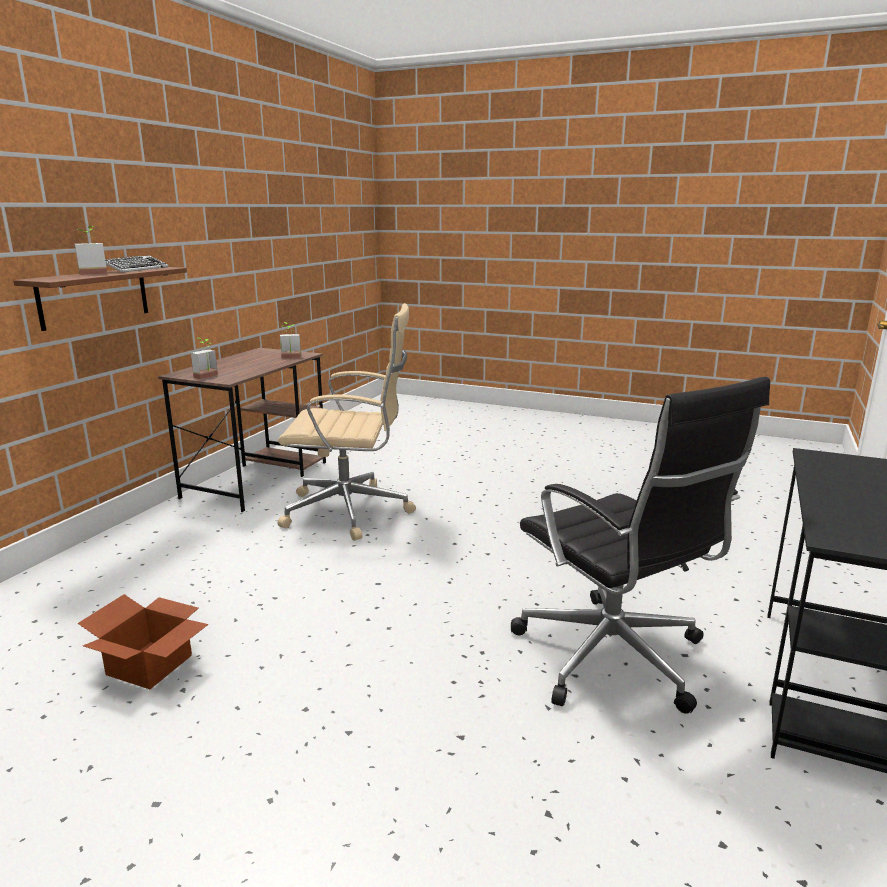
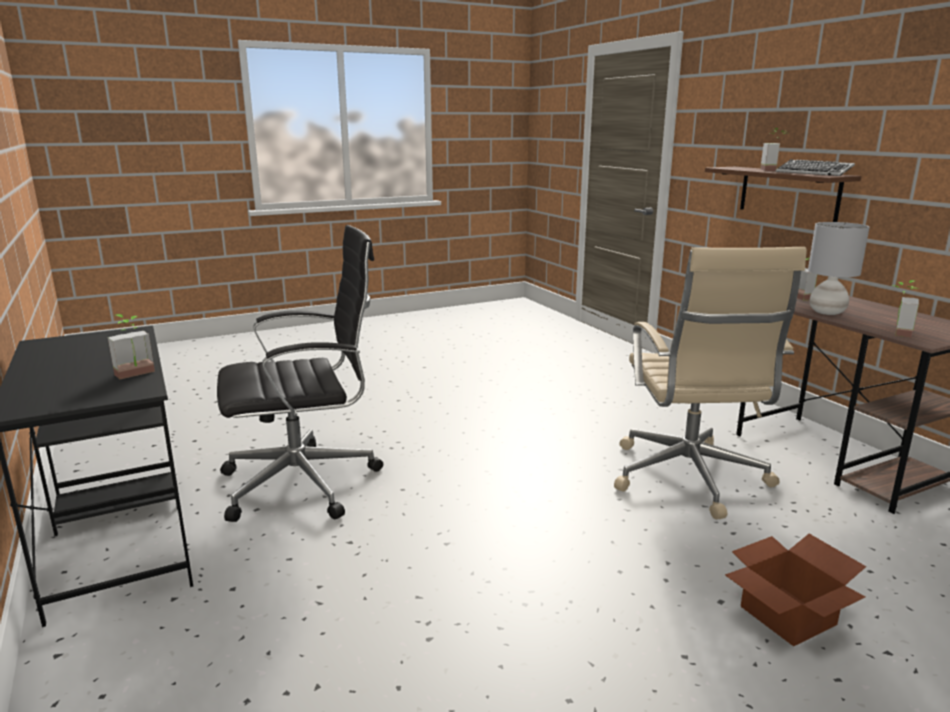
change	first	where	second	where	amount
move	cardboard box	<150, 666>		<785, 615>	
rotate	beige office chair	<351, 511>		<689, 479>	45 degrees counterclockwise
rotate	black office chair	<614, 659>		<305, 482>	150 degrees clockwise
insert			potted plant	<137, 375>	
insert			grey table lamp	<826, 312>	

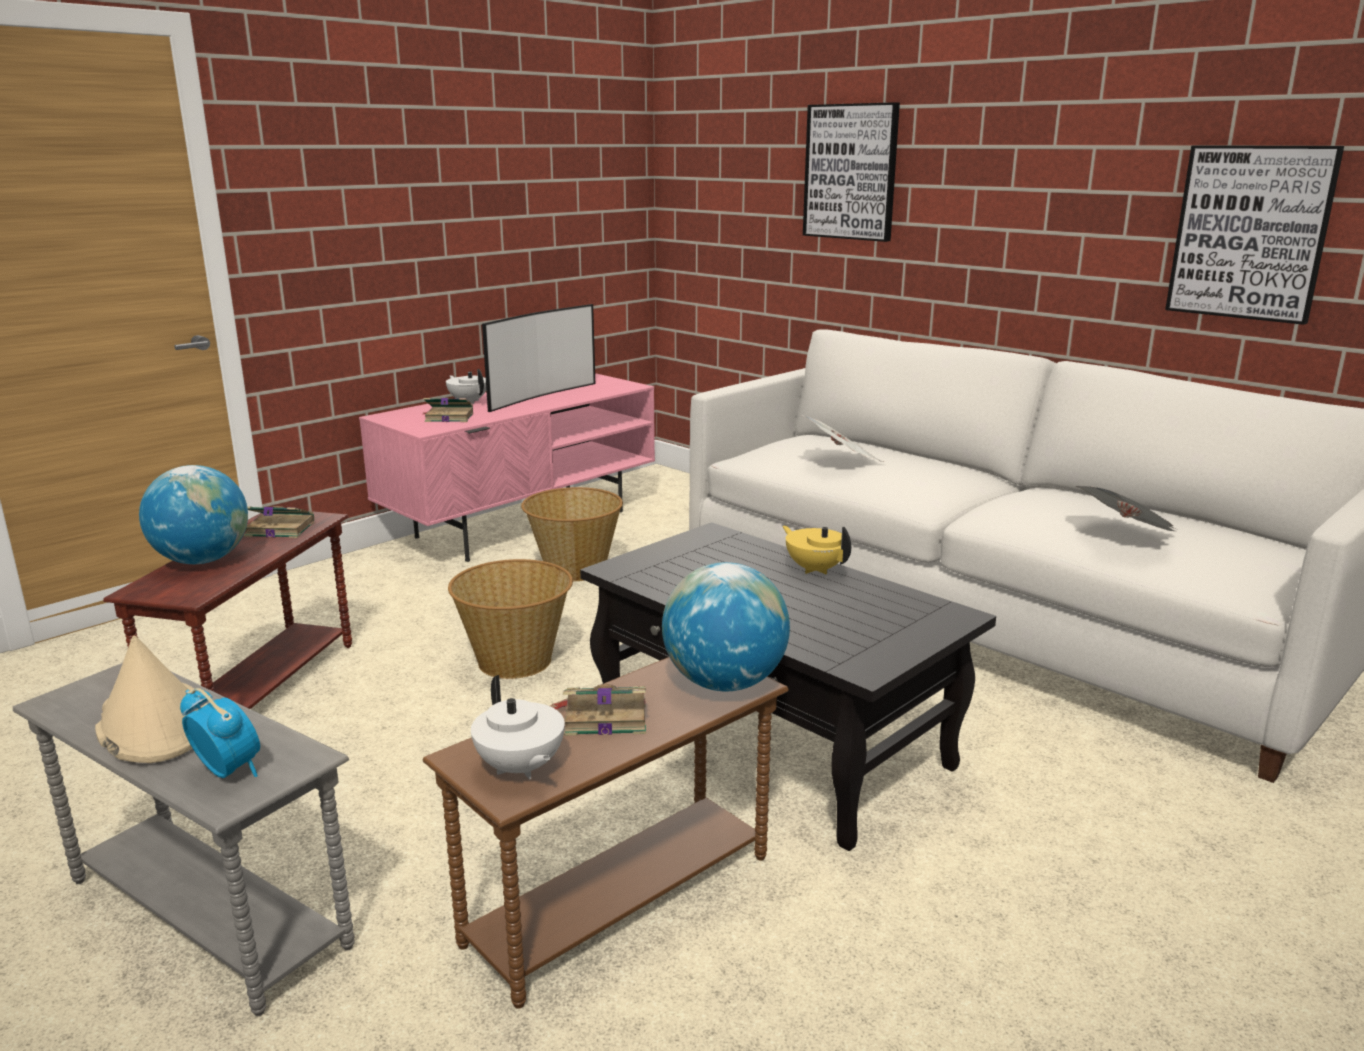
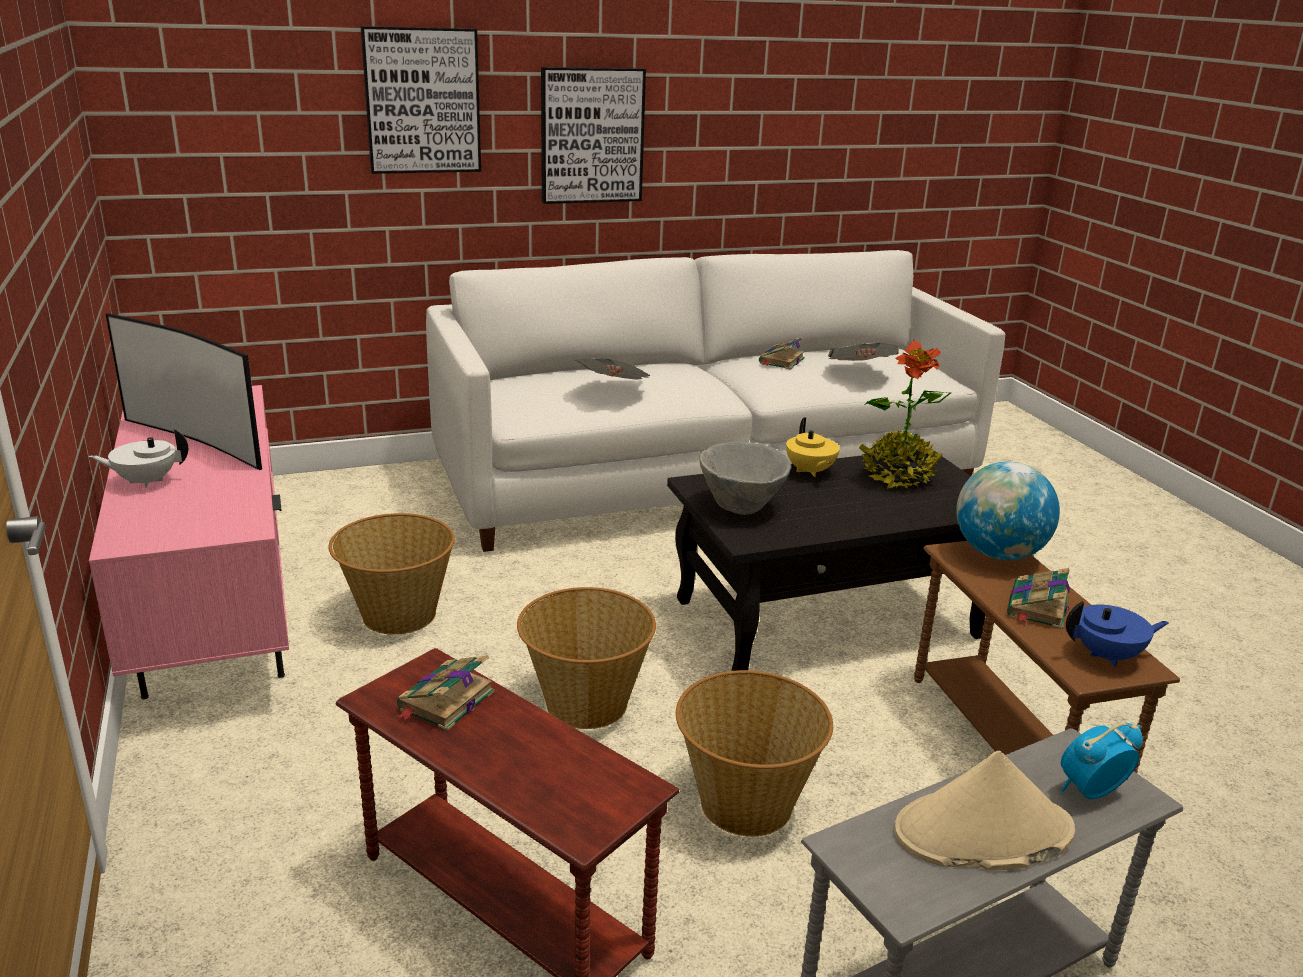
change	first	where	second	where	amount
delete	globe	<202, 560>			
move	book	<448, 417>		<781, 361>	
recolor	white teapot	<520, 768>	blue teapot	<1108, 656>	
rotate	television	<540, 396>		<197, 441>	150 degrees clockwise
rotate	yellow teapot	<815, 569>		<809, 471>	90 degrees counterclockwise
move	picture	<1250, 233>		<591, 135>	
insert			basket	<746, 802>	
insert			grey bowl	<741, 507>	
insert			potted plant	<897, 476>	

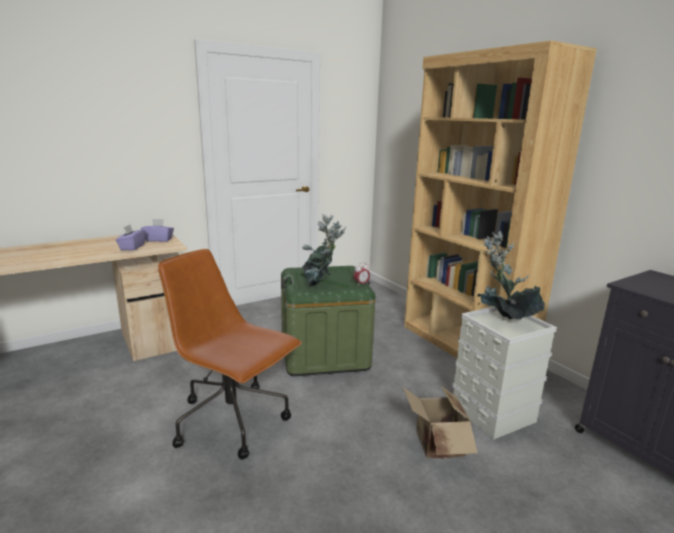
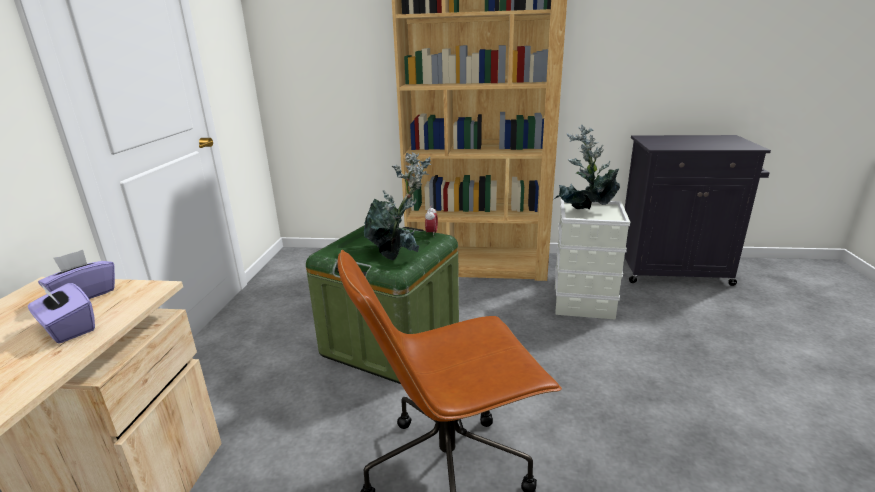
change	first	where	second	where	amount
delete	cardboard box	<436, 446>			

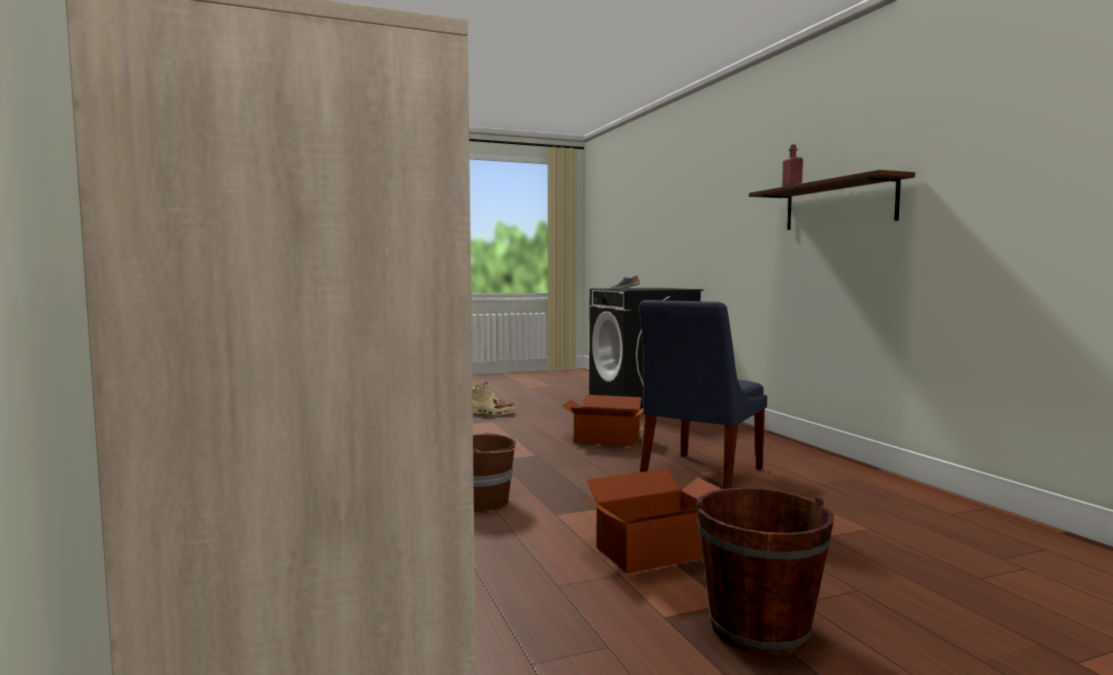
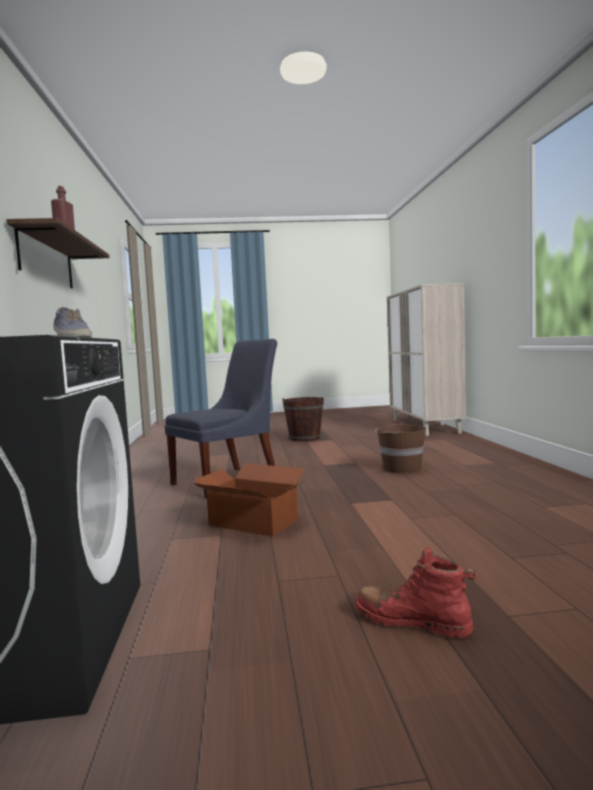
change	first	where	second	where	amount
recolor	beige boot	<492, 413>	red boot	<412, 622>	
delete	cardboard box	<656, 552>			

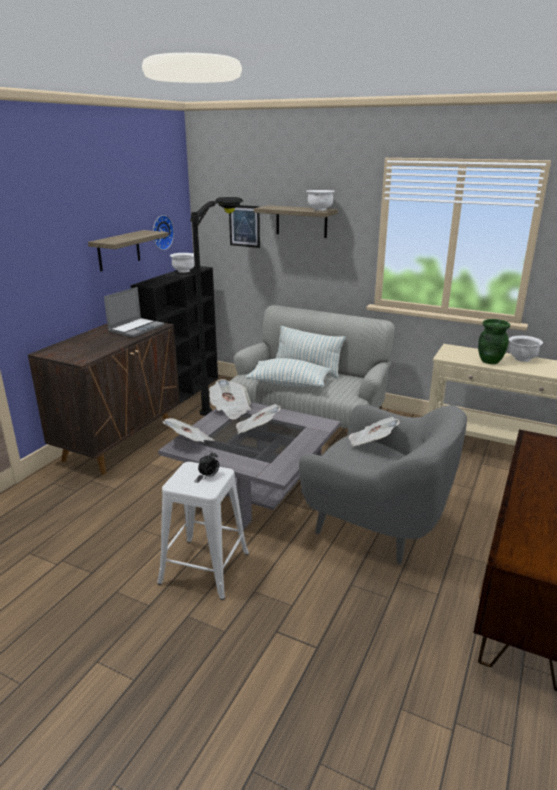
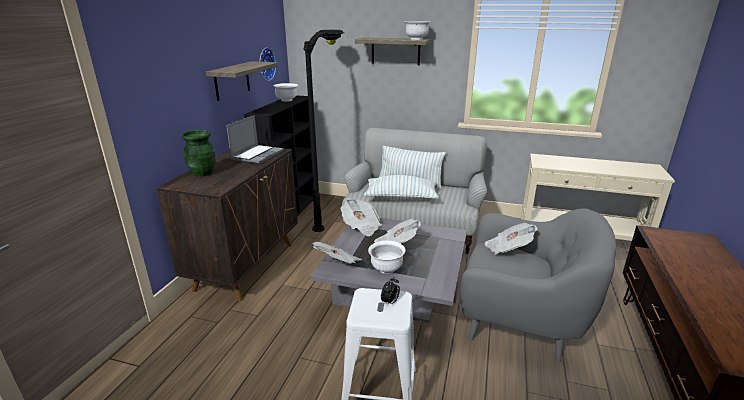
change	first	where	second	where	amount
delete	picture	<244, 226>			
move	green vase	<489, 361>		<203, 173>	
move	white bowl	<522, 359>		<386, 269>	

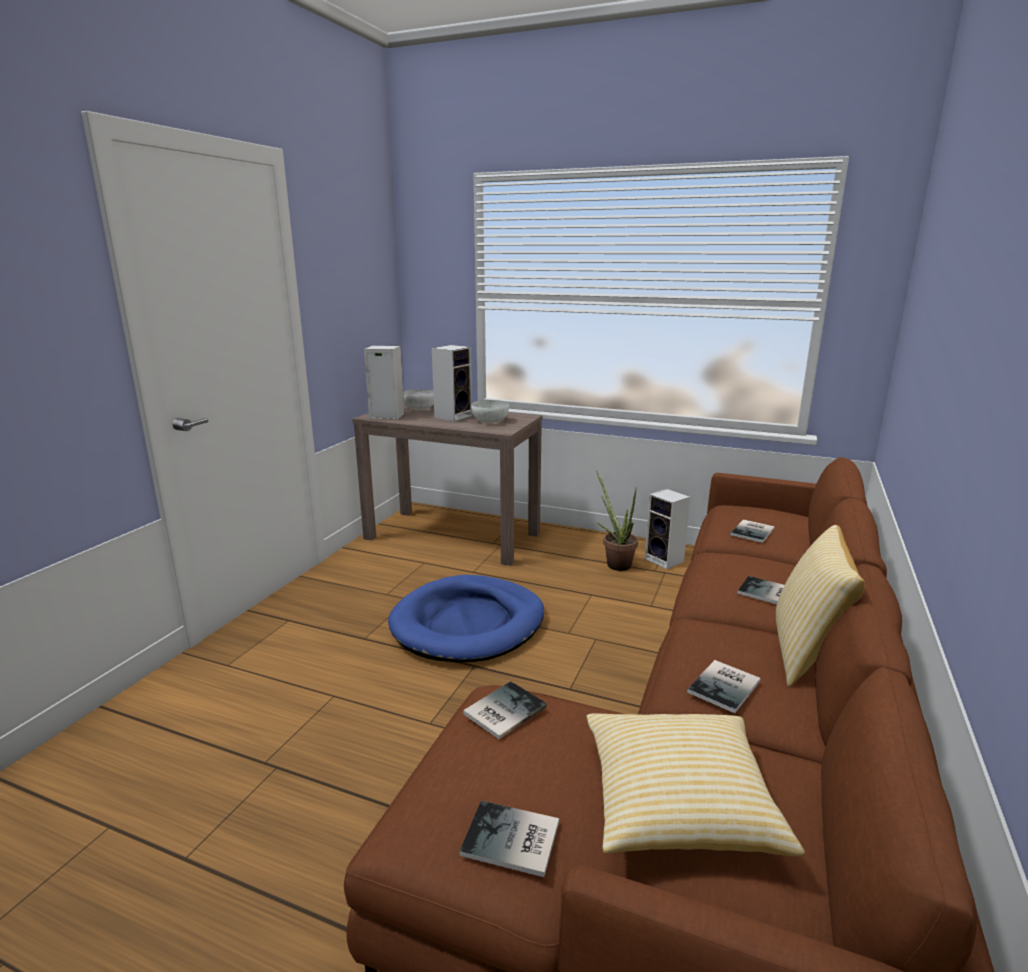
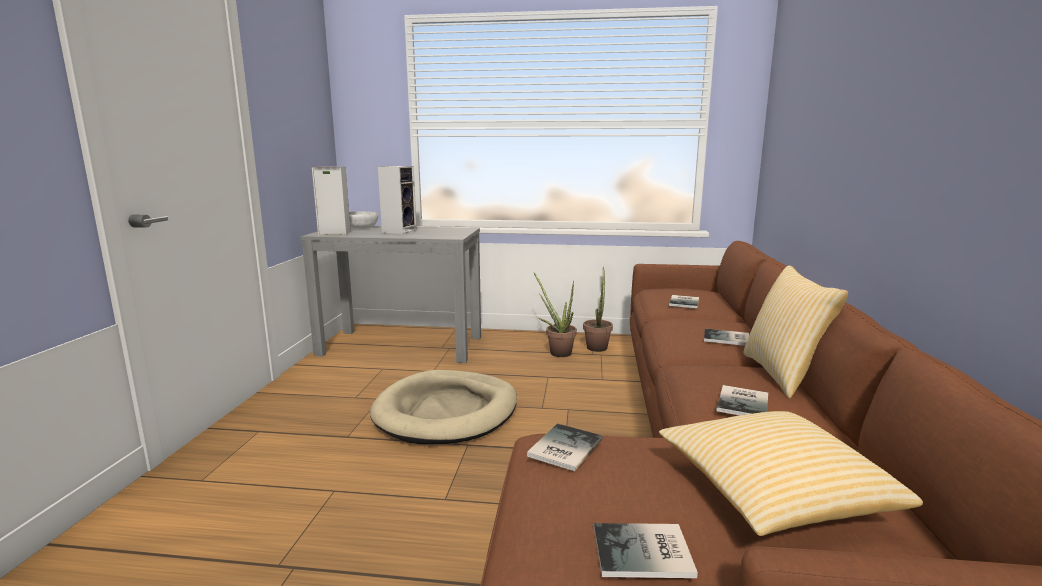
change	first	where	second	where	amount
recolor	brown console table	<453, 536>	grey console table	<402, 346>	
recolor	blue dog bed	<468, 624>	beige dog bed	<447, 412>	
delete	white bowl	<490, 420>			
replace	speaker	<665, 560>	potted plant	<597, 346>	

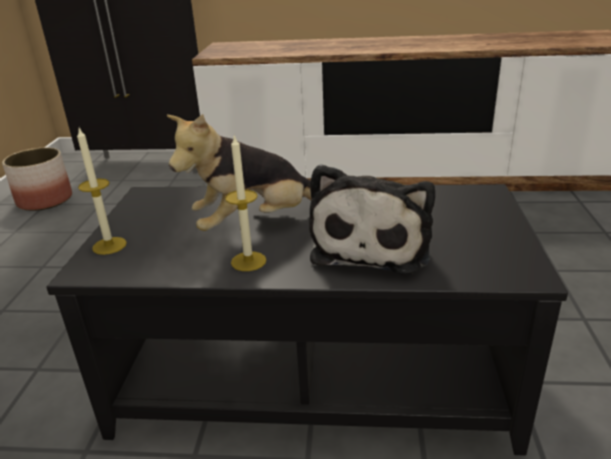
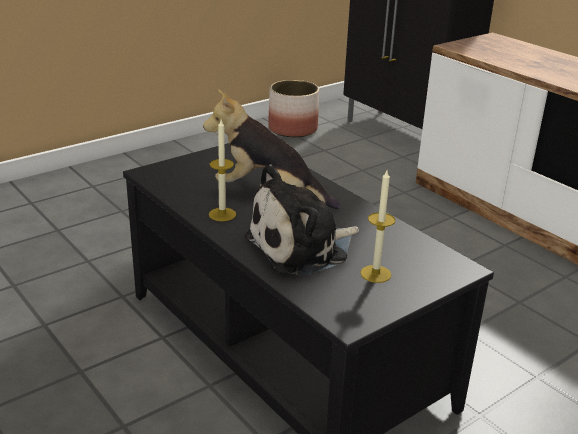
change	first	where	second	where	amount
move	candle	<109, 245>		<375, 274>	

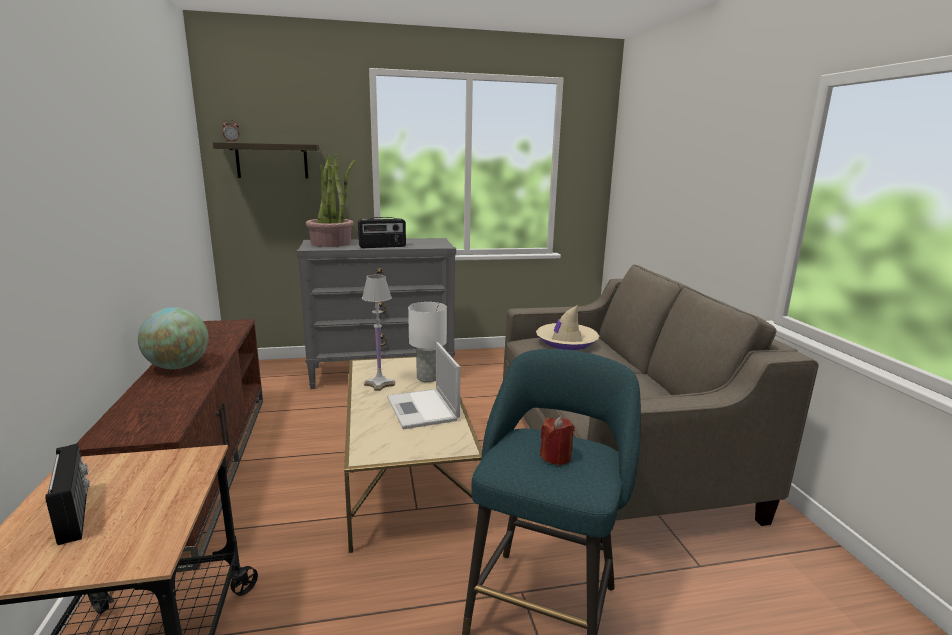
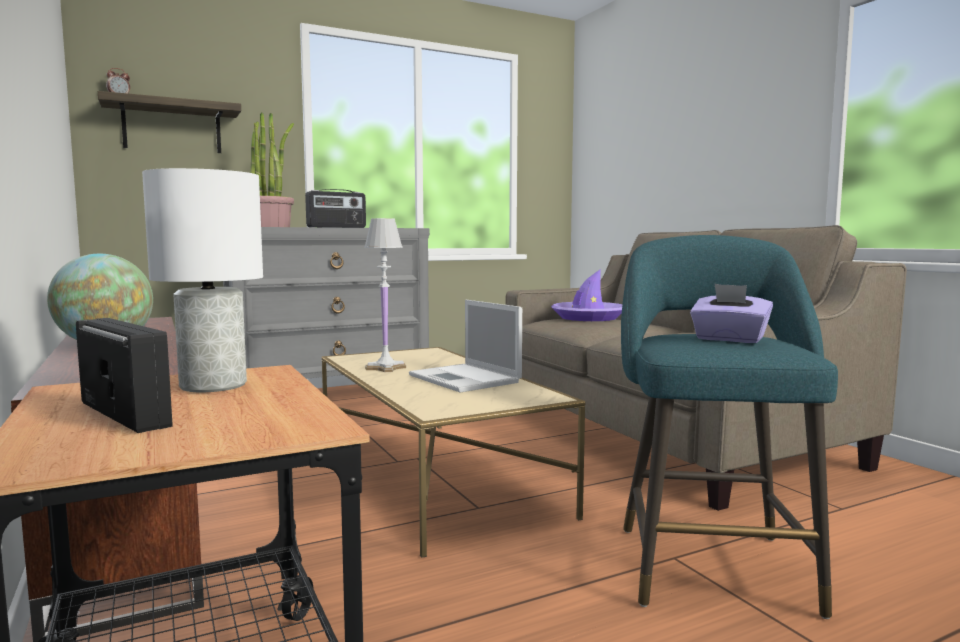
change	first	where	second	where	amount
move	white table lamp	<428, 378>		<213, 386>	
recolor	beige hat	<566, 342>	purple hat	<588, 317>	
replace	red candle	<556, 457>	purple tissue box	<729, 339>	

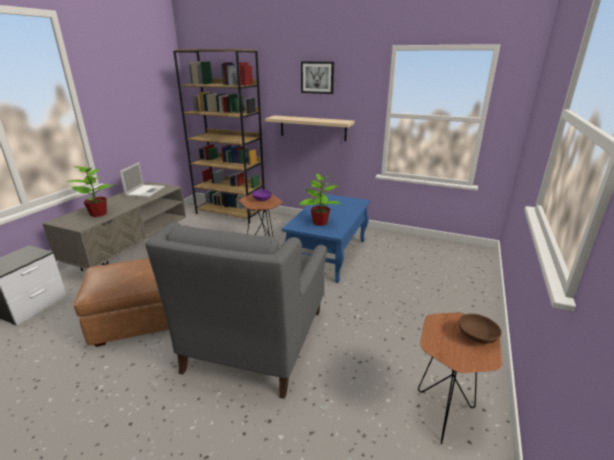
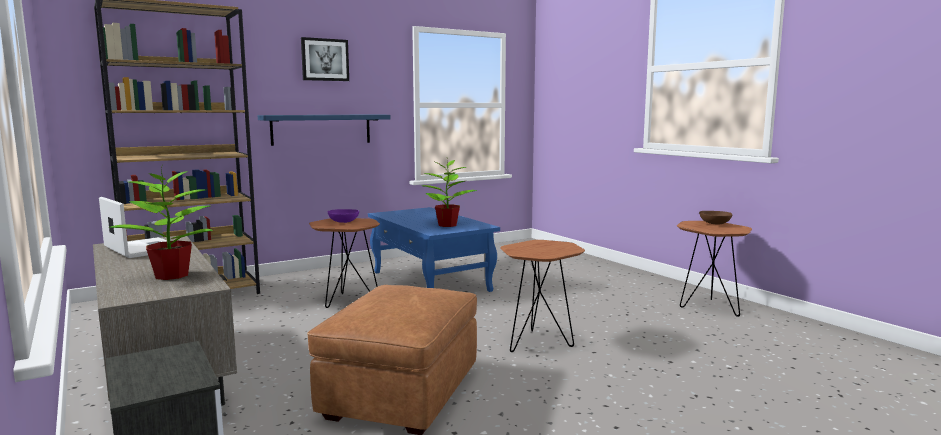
change	first	where	second	where	amount
replace	grey armchair	<256, 339>	brown side table	<540, 342>	
recolor	beige shelf	<312, 128>	blue shelf	<321, 129>	

